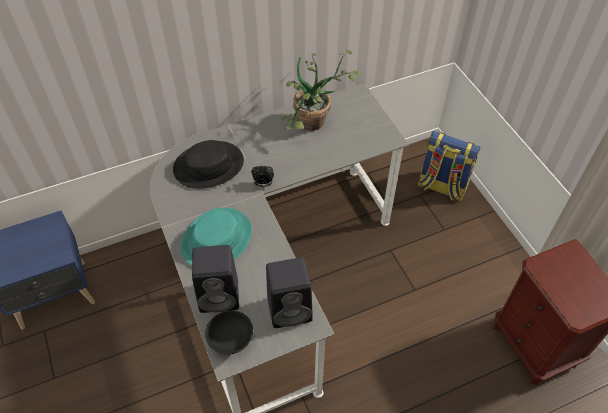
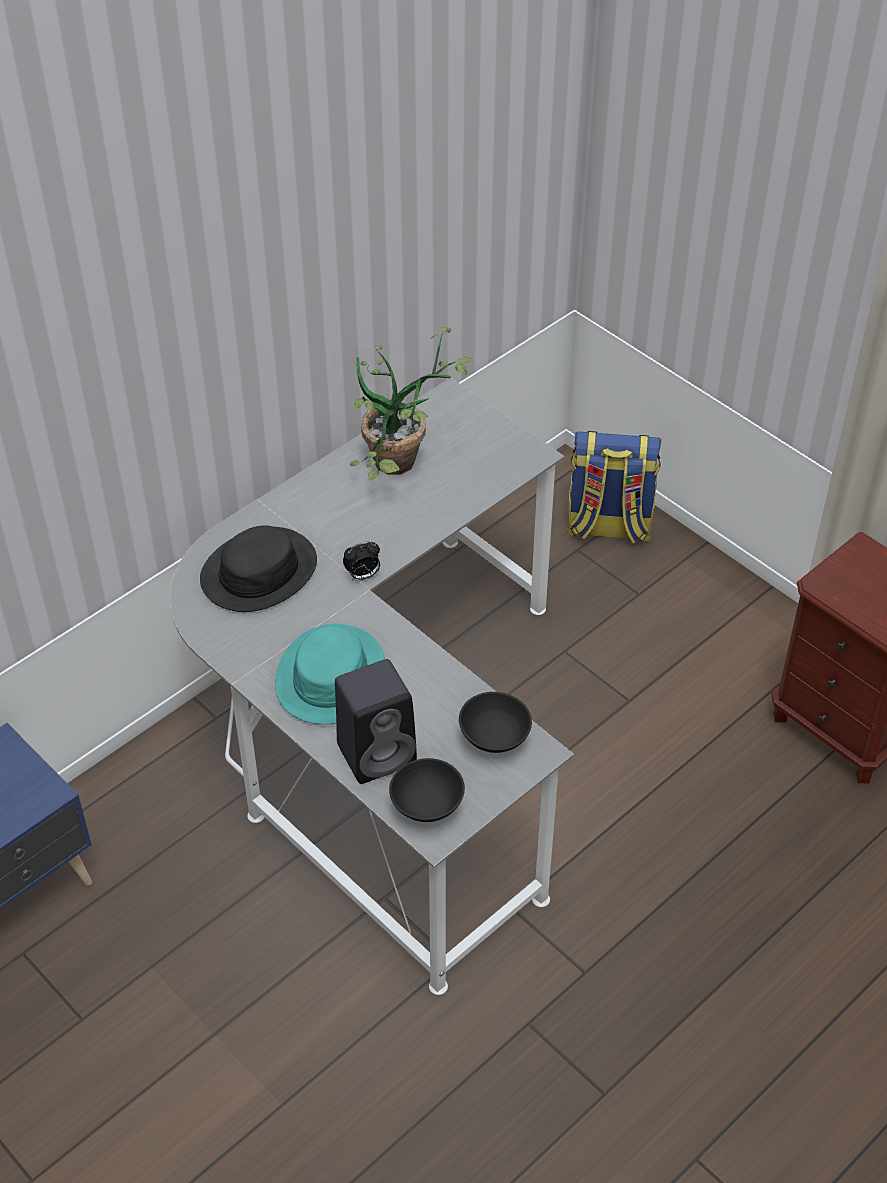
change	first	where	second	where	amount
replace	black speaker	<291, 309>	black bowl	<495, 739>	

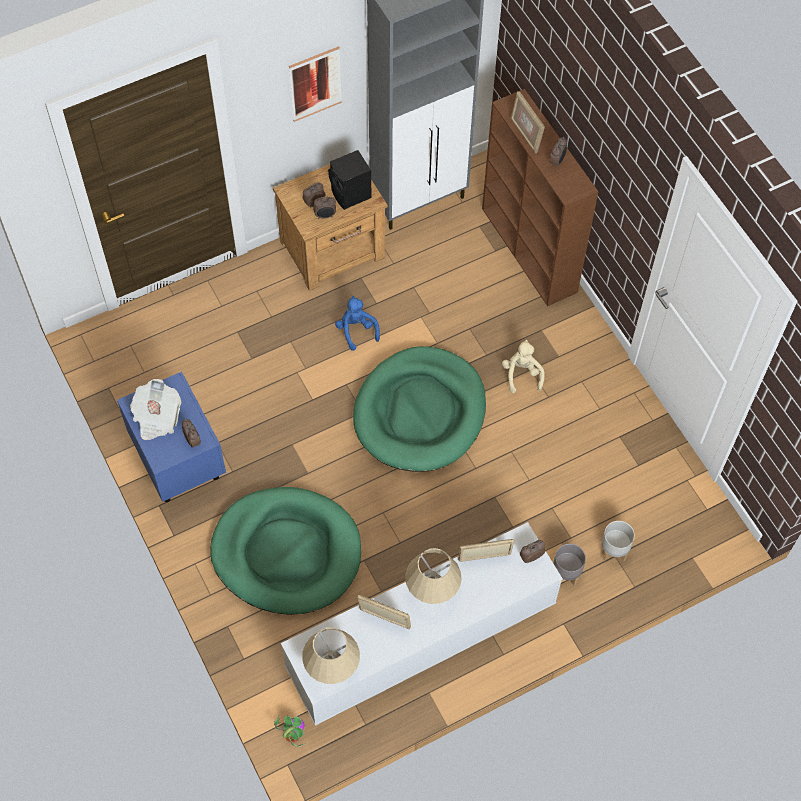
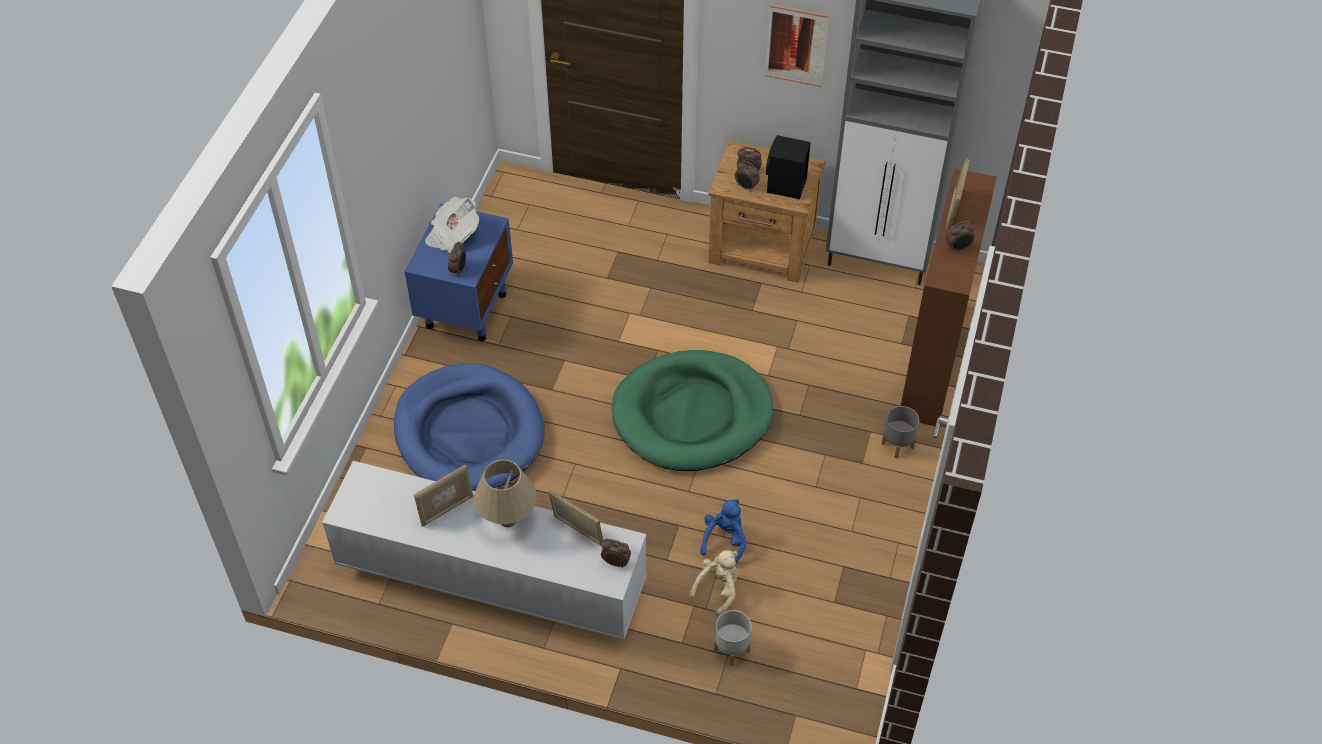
change	first	where	second	where	amount
recolor	green dog bed	<287, 553>	blue dog bed	<469, 432>	
delete	potted plant	<292, 736>			
delete	beige table lamp	<332, 668>			
move	blue plush toy	<356, 330>		<725, 540>	
rotate	picture frame	<384, 620>		<446, 509>	75 degrees clockwise
move	beige plush toy	<522, 374>		<718, 589>	
move	grey planter	<566, 573>		<897, 445>	

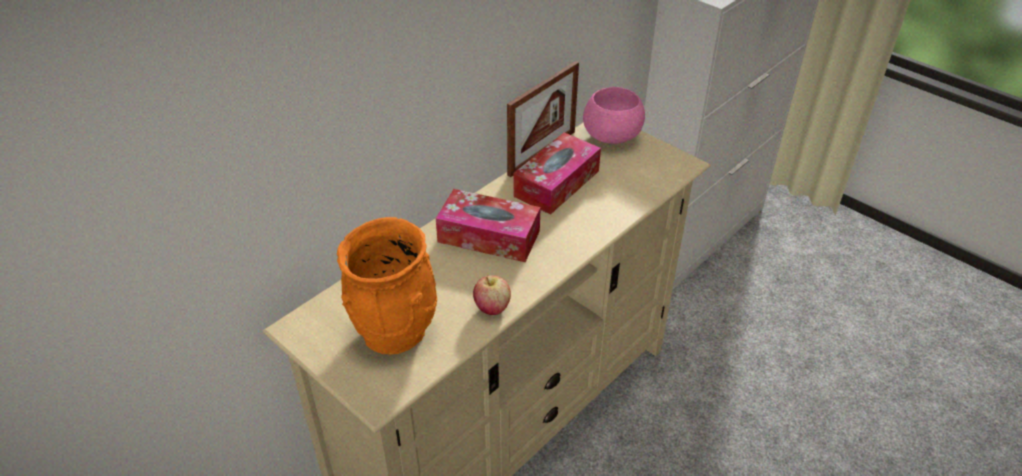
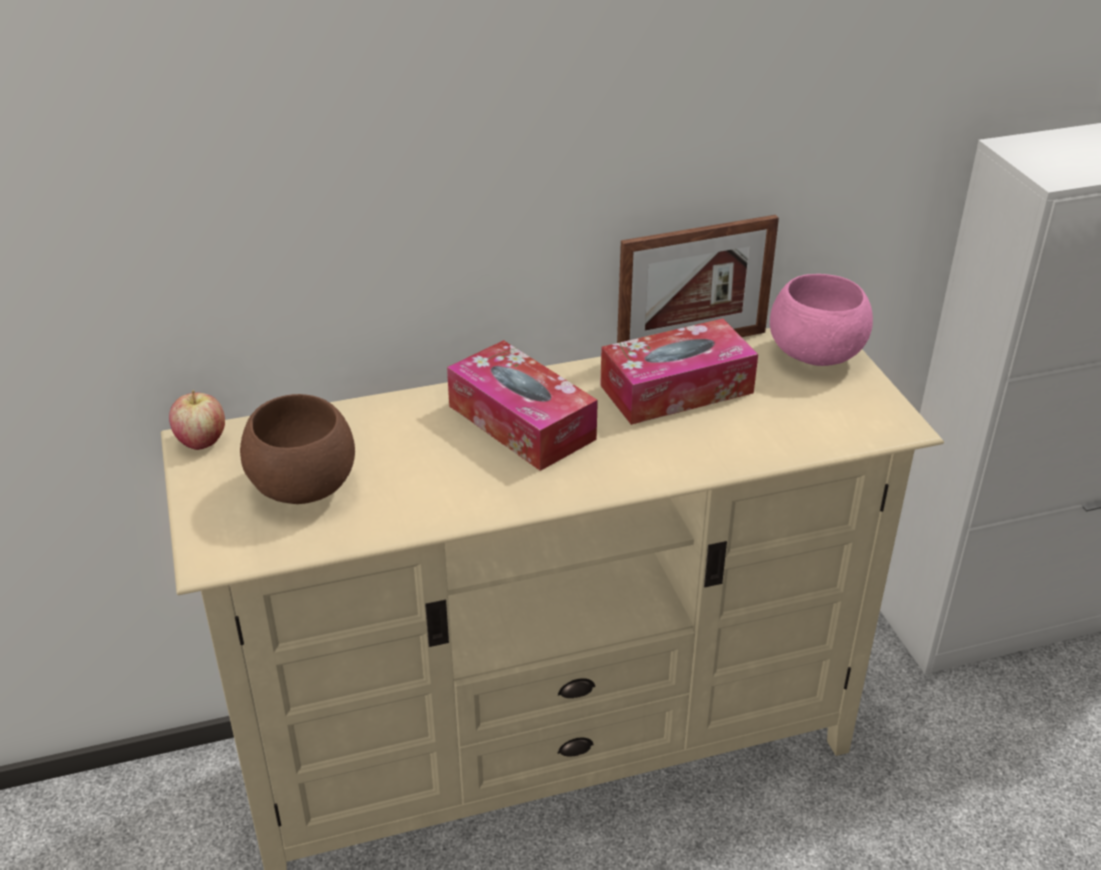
change	first	where	second	where	amount
replace	orange vase	<394, 330>	brown bowl	<302, 488>	
move	apple	<492, 307>		<201, 441>	

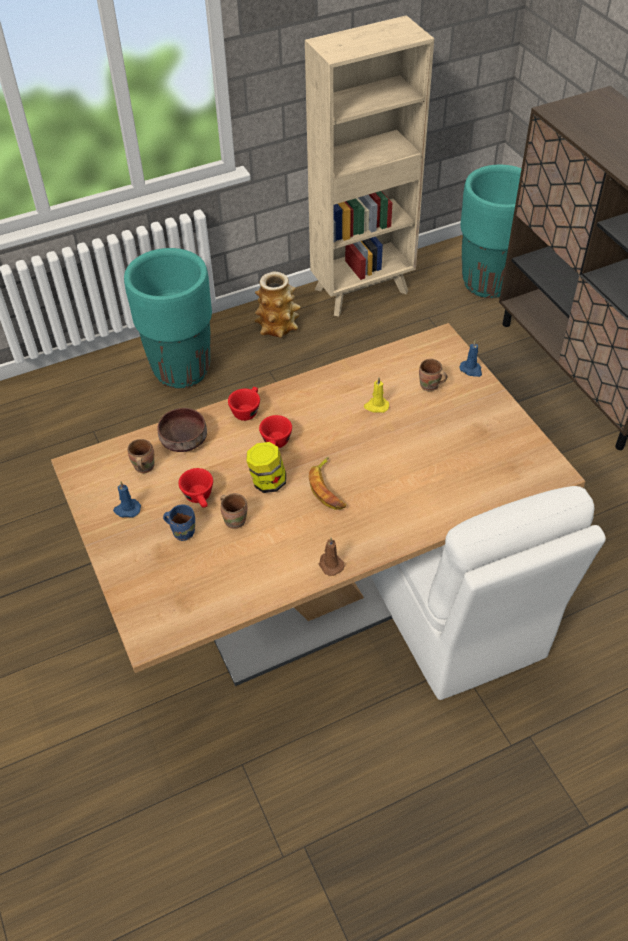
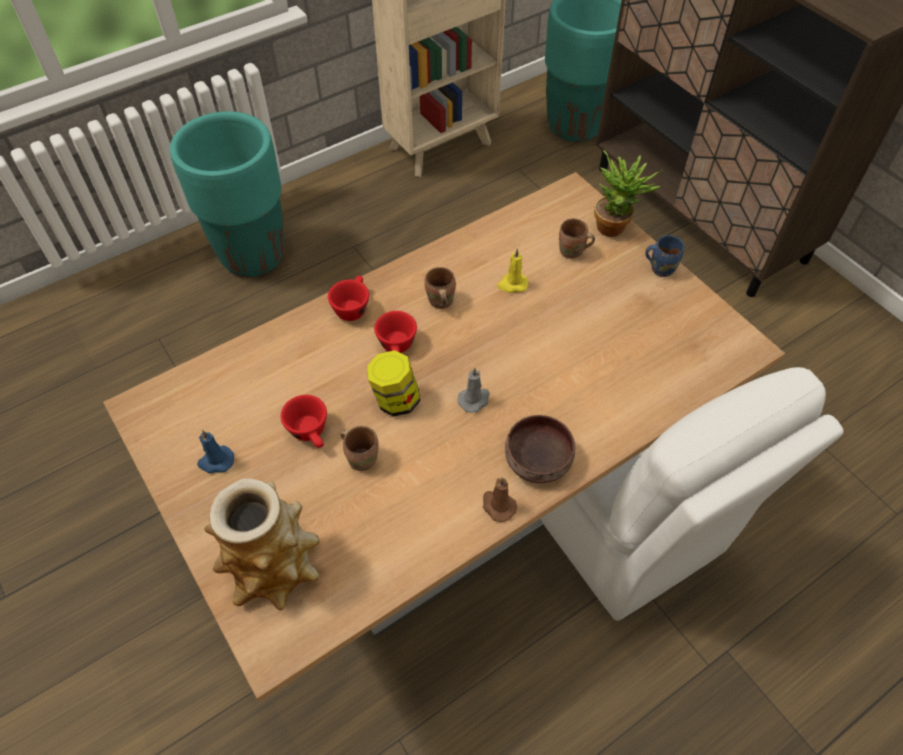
change	first	where	second	where	amount
move	brown mug	<143, 467>		<439, 302>	
move	brown bowl	<184, 440>		<539, 460>	
move	blue mug	<183, 531>		<660, 267>	
move	vase	<278, 326>		<274, 566>	
replace	banana	<328, 488>	grey candle	<474, 399>	
replace	blue candle	<471, 370>	potted plant	<616, 227>	

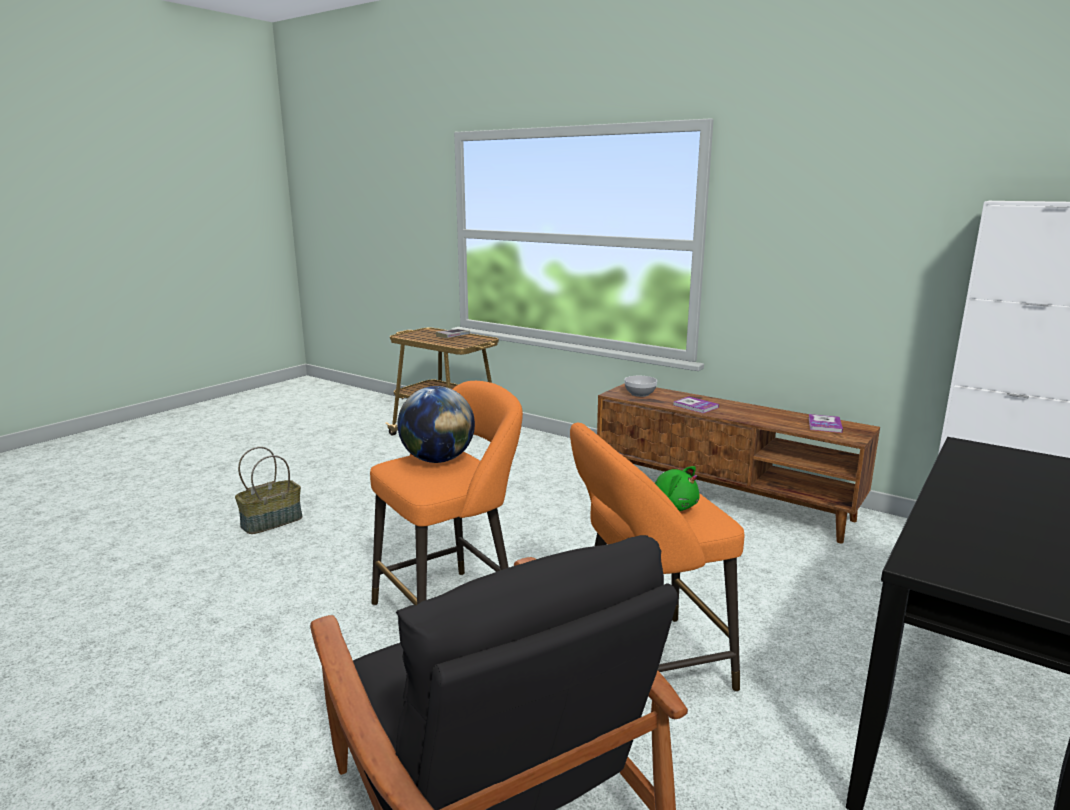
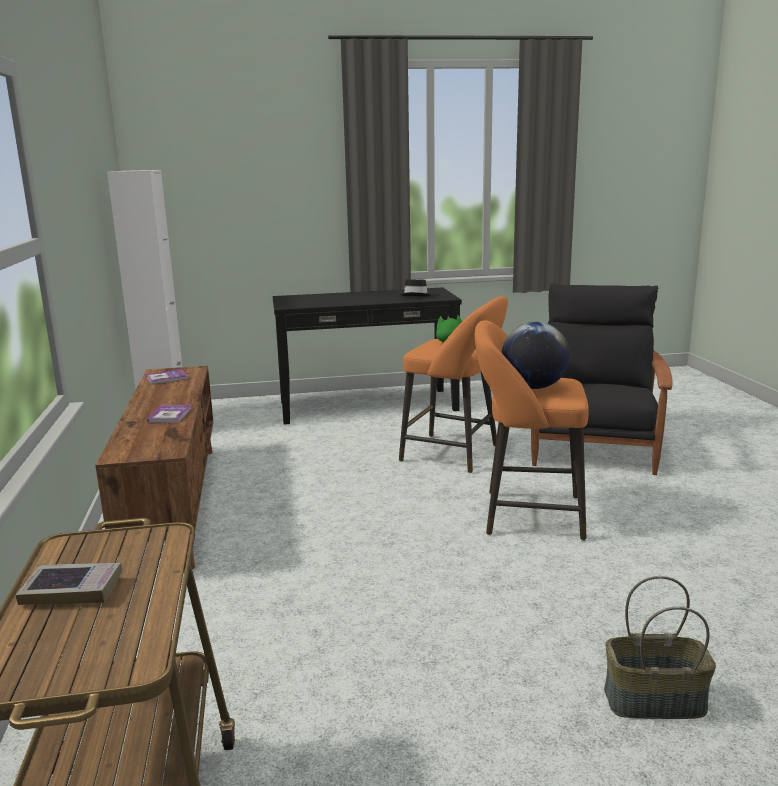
change	first	where	second	where	amount
delete	bowl	<640, 394>			
insert			black hat	<416, 296>	

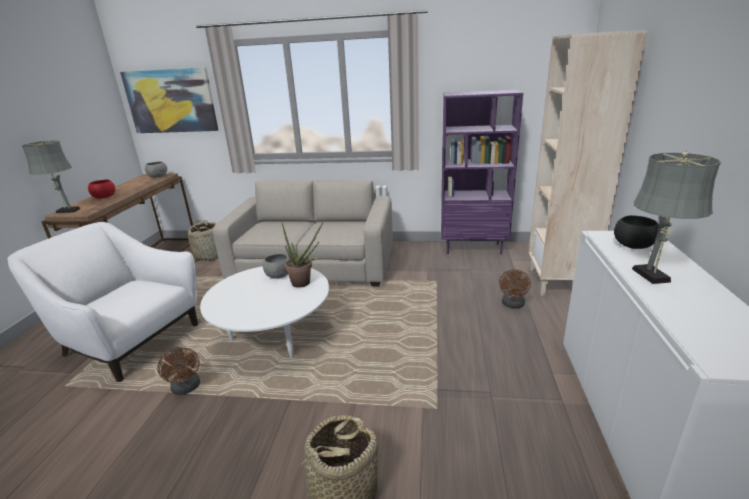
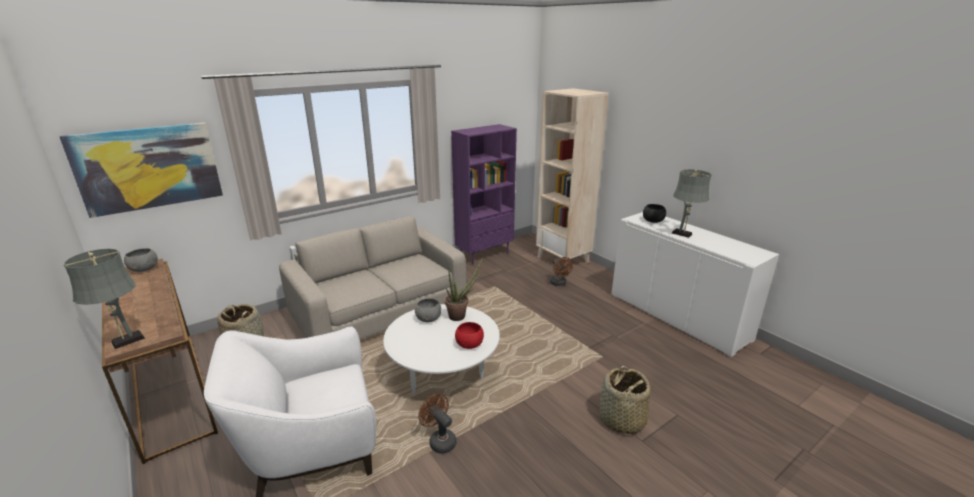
change	first	where	second	where	amount
move	red bowl	<104, 197>		<469, 344>	
rotate	brown fan	<186, 388>		<439, 440>	150 degrees counterclockwise

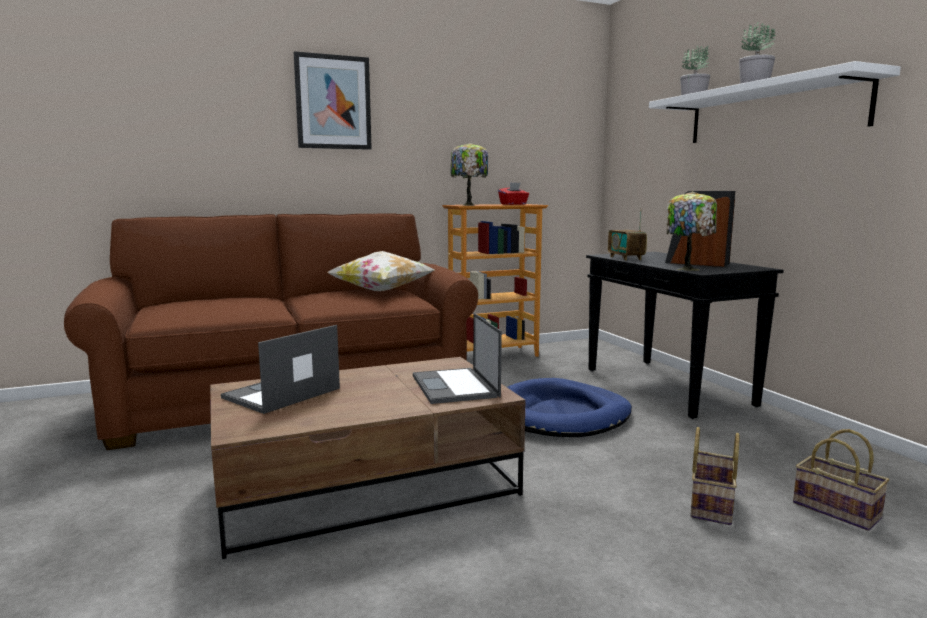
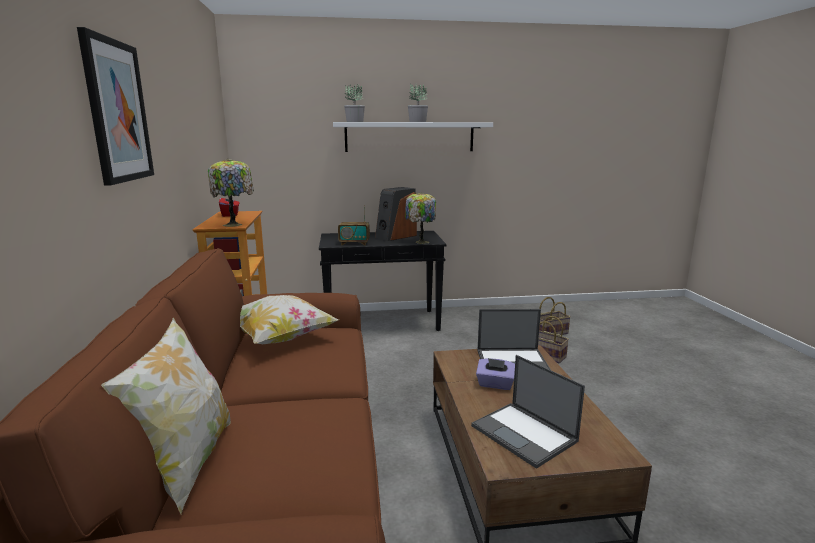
change	first	where	second	where	amount
delete	blue dog bed	<560, 414>			
insert			pillow	<186, 463>	
insert			purple tissue box	<495, 384>	

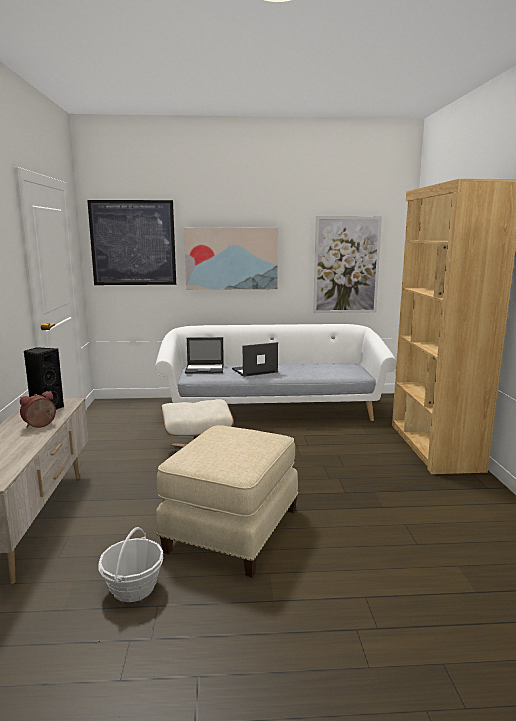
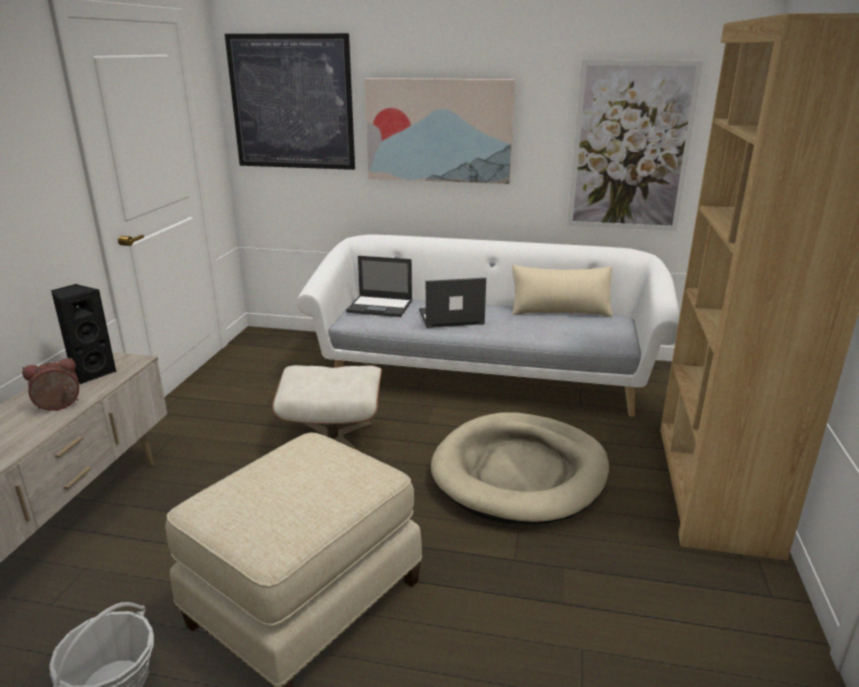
change	first	where	second	where	amount
insert			beige dog bed	<520, 472>	
insert			beige pillow	<560, 311>	

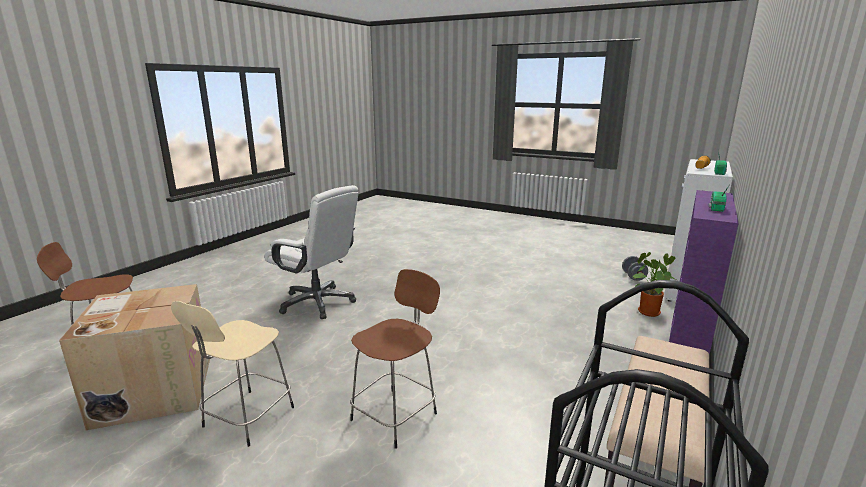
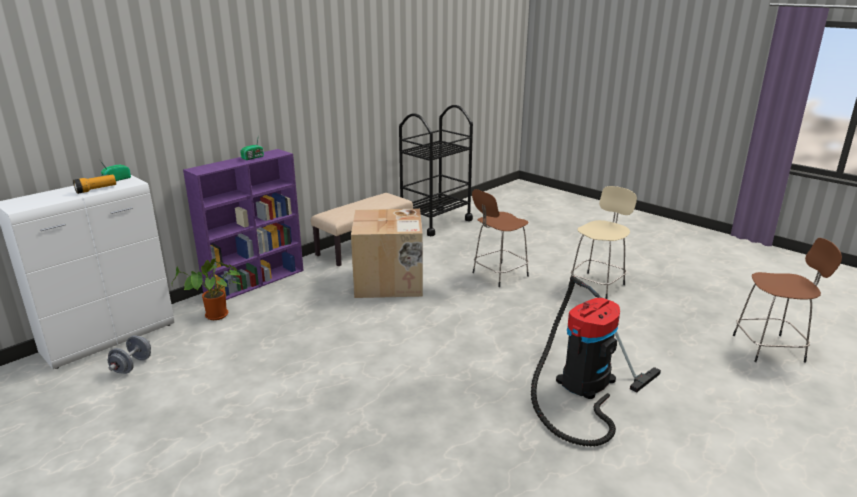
change	first	where	second	where	amount
move	cardboard box	<153, 389>		<390, 282>	
replace	white office chair	<318, 303>	vacuum cleaner	<583, 385>	

